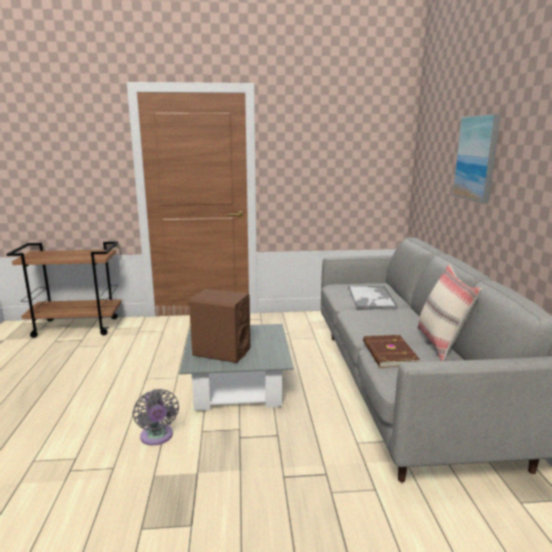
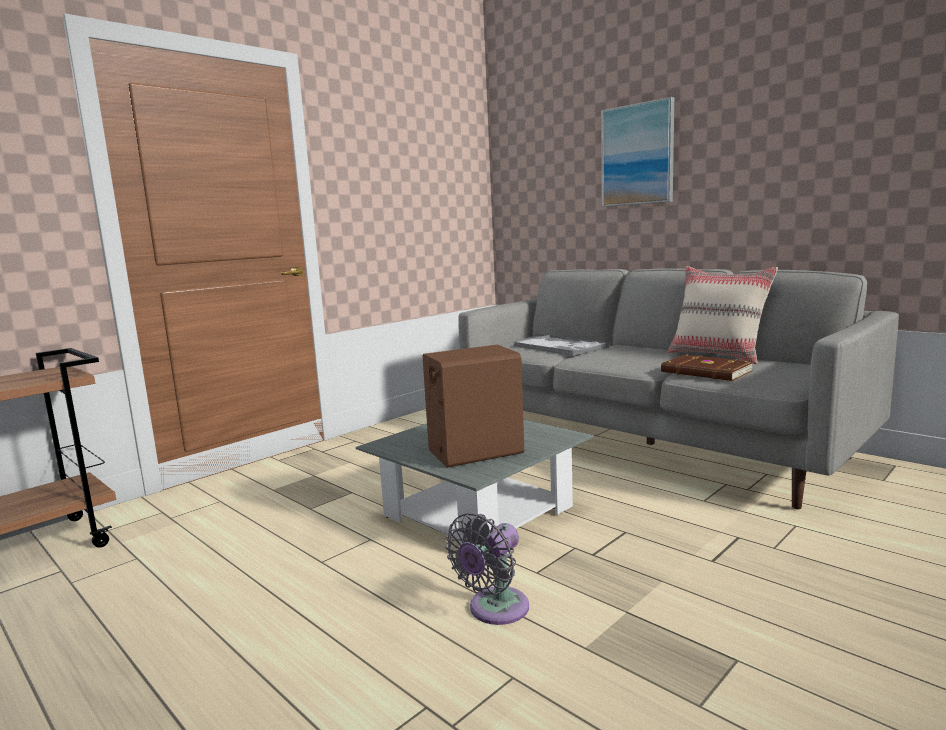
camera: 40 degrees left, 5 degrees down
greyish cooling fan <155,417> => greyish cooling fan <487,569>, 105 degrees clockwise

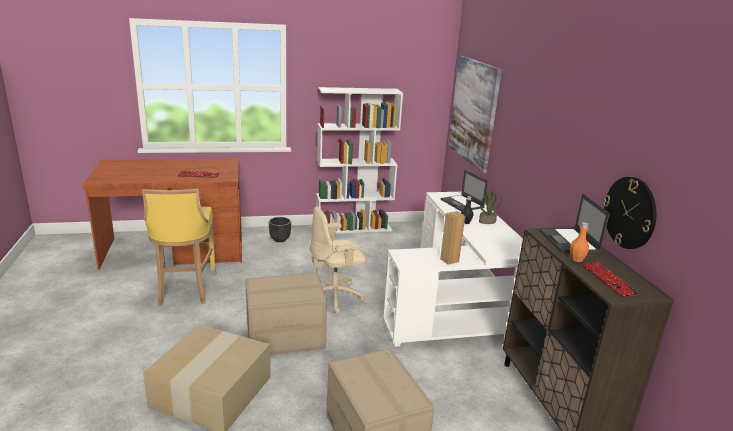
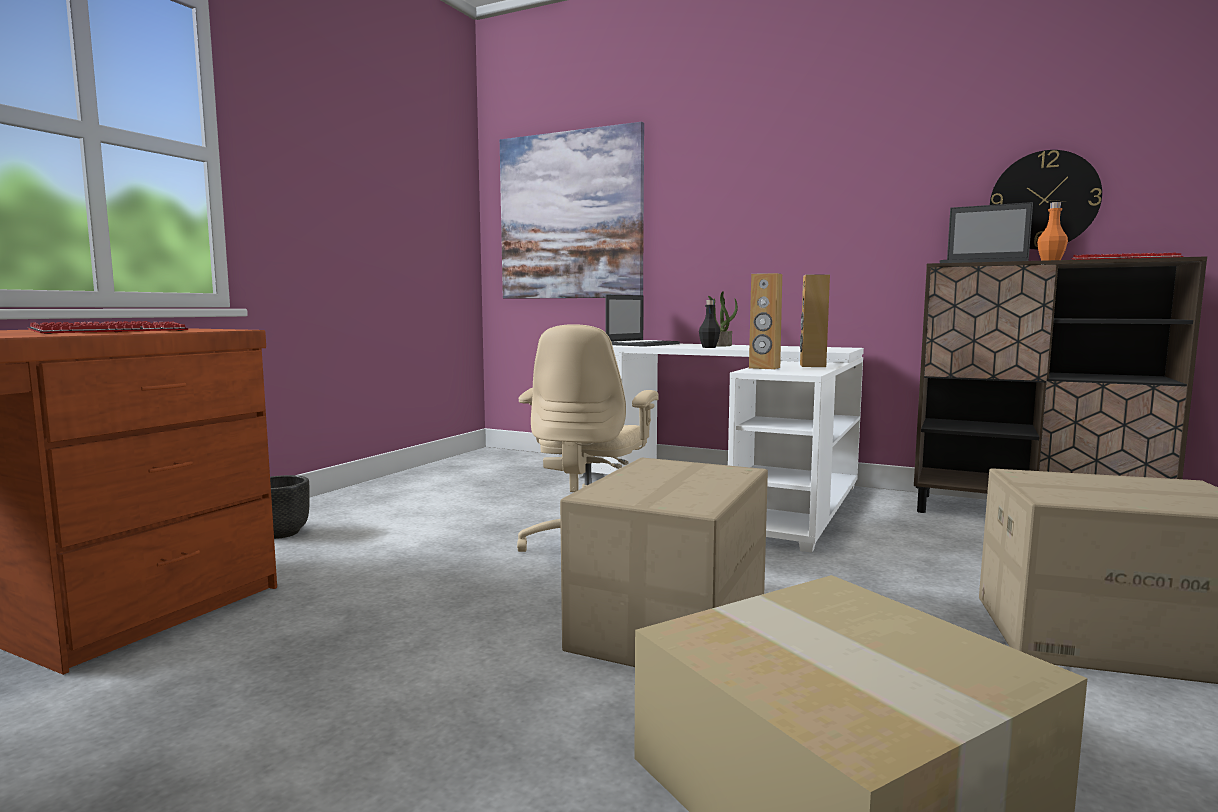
camera: 50 degrees left, 15 degrees down
portable computer <464,190> => portable computer <642,321>, 60 degrees counterclockwise
nothing => brown speaker <765,321>
yellow-coloured sitting stool <179,247> => nothing
white-coloured shelving unit <359,160> => nothing

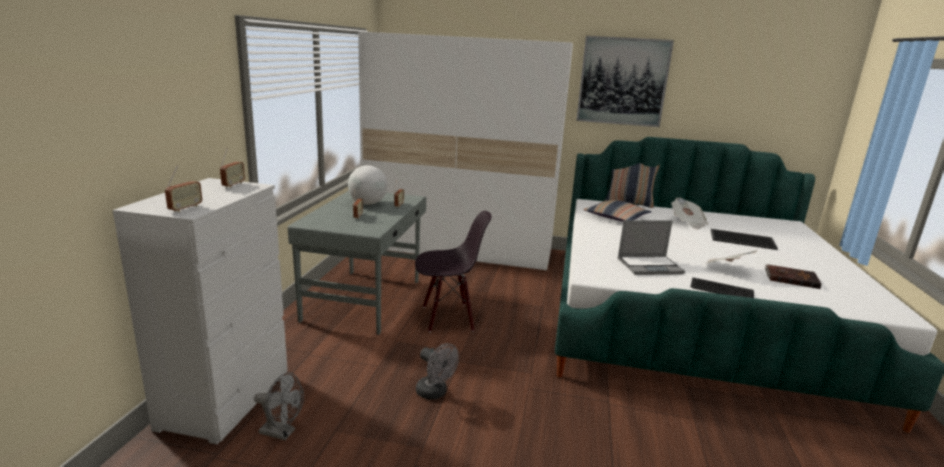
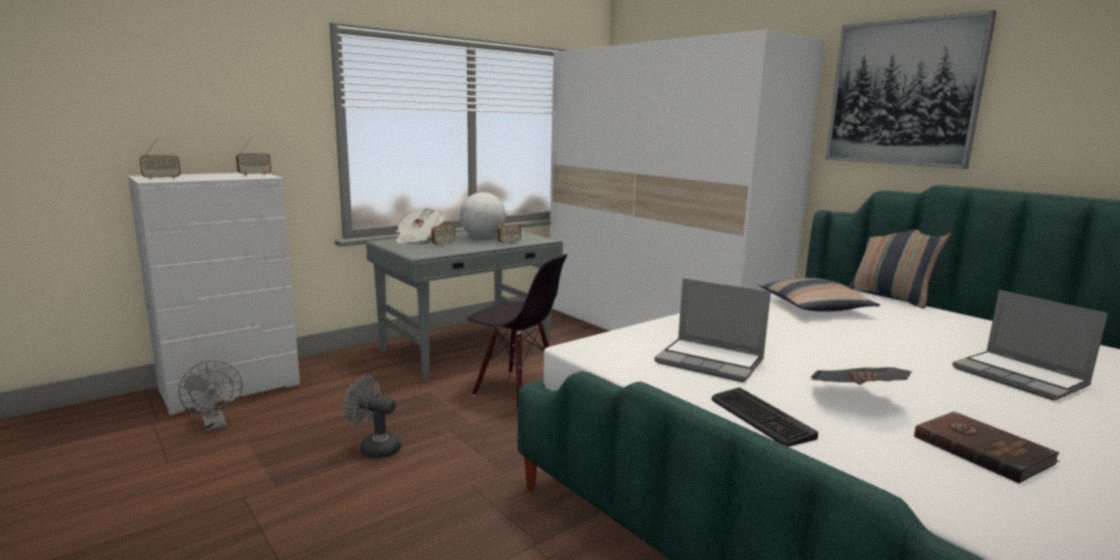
camera: 40 degrees right, 5 degrees down
greyish cooling fan <437,371> => greyish cooling fan <372,417>, 120 degrees clockwise
printed paper <689,213> => printed paper <420,225>, move
serving tray <744,239> => portable computer <1030,345>

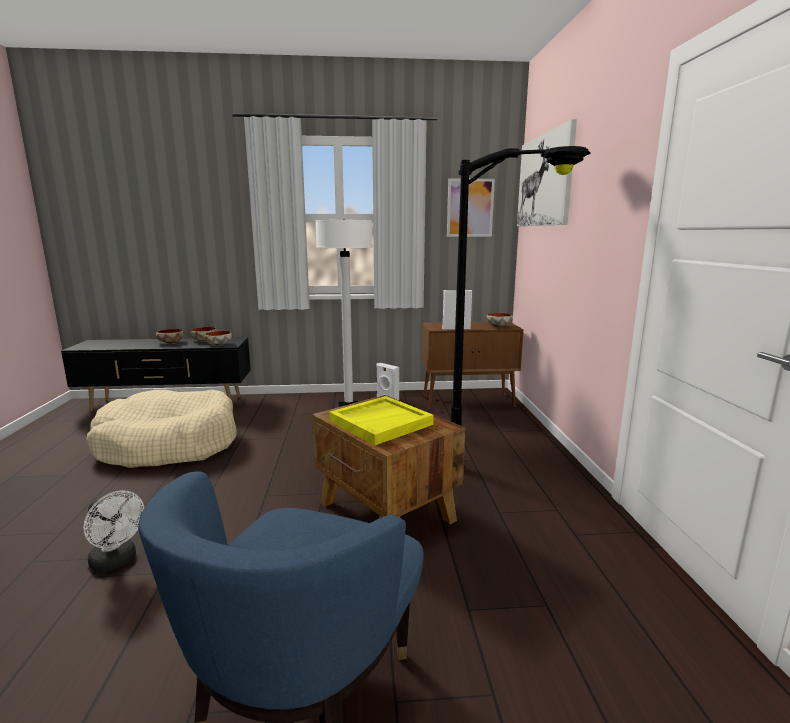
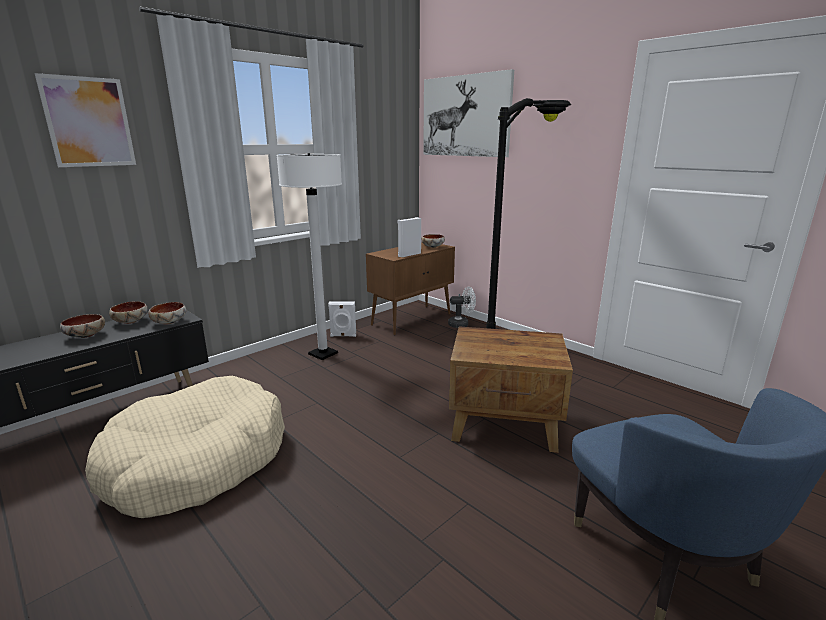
camera: 40 degrees left, 5 degrees up
picture <471,207> => picture <85,120>, move
white-coloured cooling fan <113,531> => white-coloured cooling fan <462,307>, move
yellow-coloured serving tray <381,420> => nothing

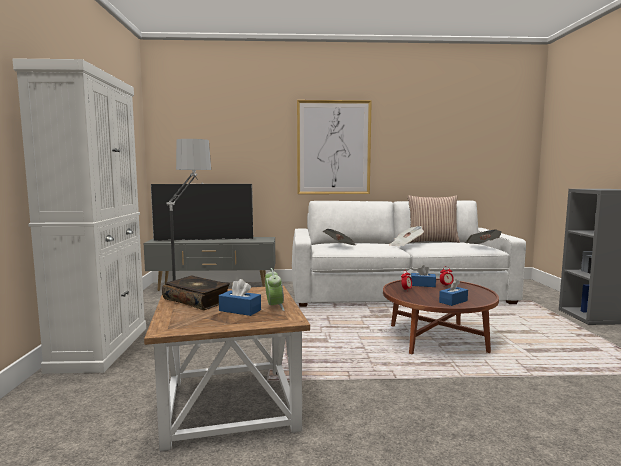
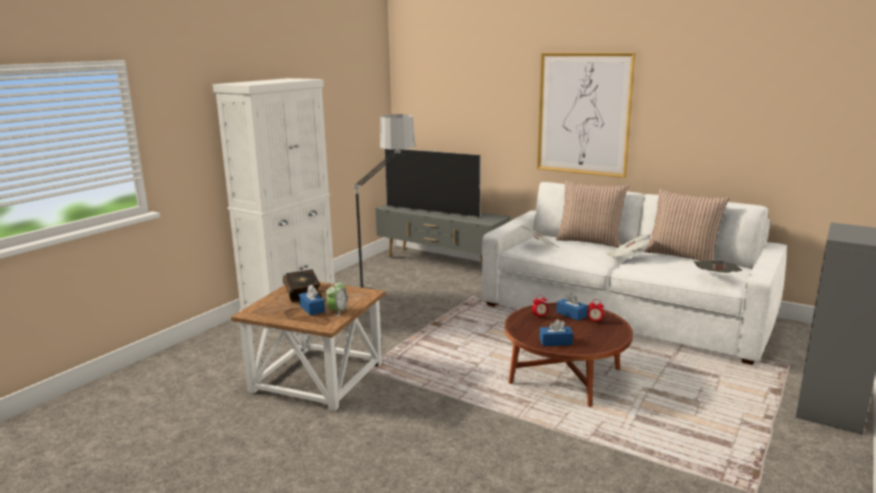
camera: 35 degrees right, 10 degrees up
nothing => throw pillow <592,214>

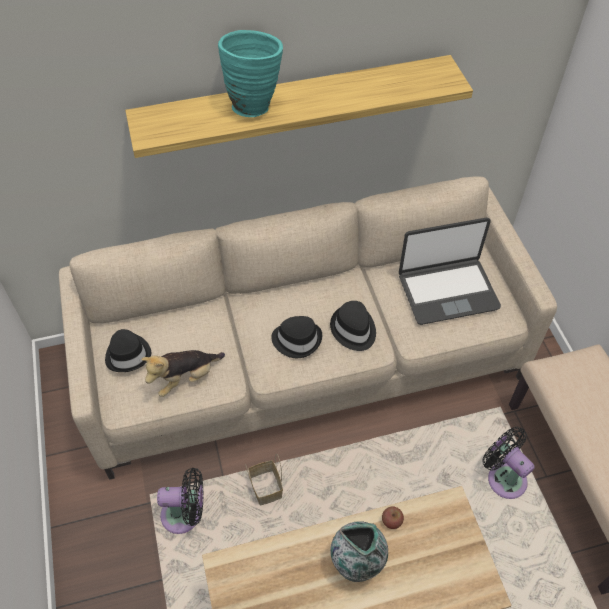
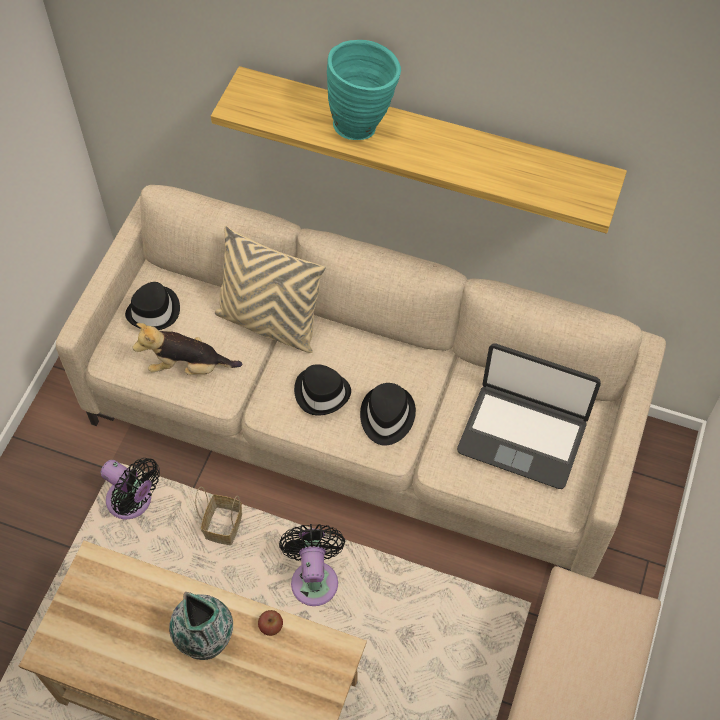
camera: 35 degrees right, 5 degrees up
nothing => beige throw pillow <270,289>
black-coloured cooling fan <508,463> => black-coloured cooling fan <312,565>, move

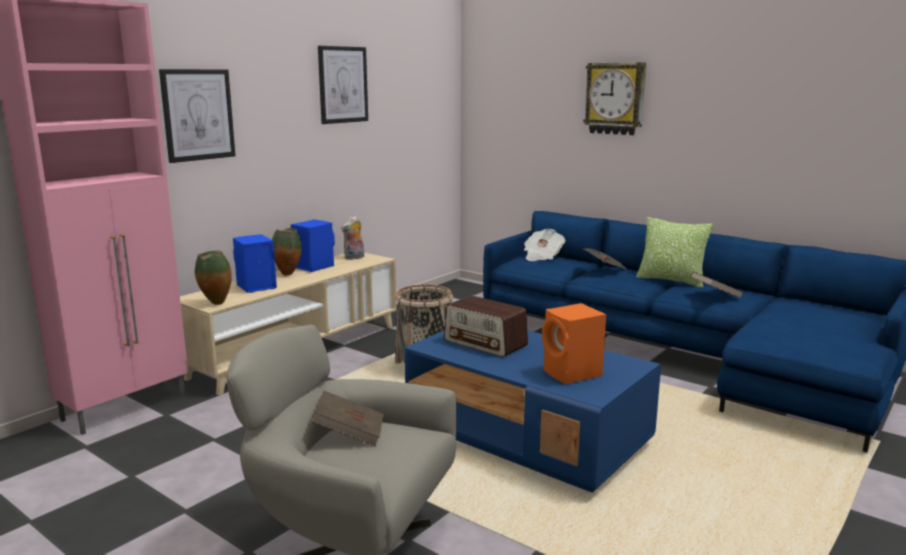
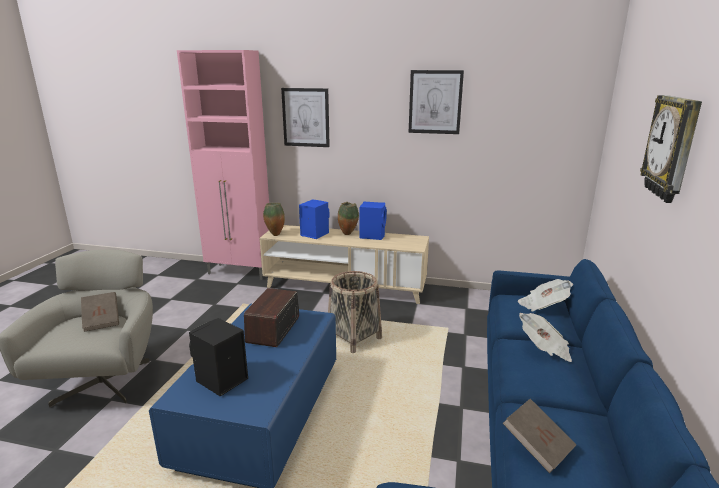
camera: 65 degrees right, 5 degrees up
orange speaker <574,343> => black-coloured speaker <218,357>
plush toy <352,238> => nothing
throw pillow <674,252> => nothing

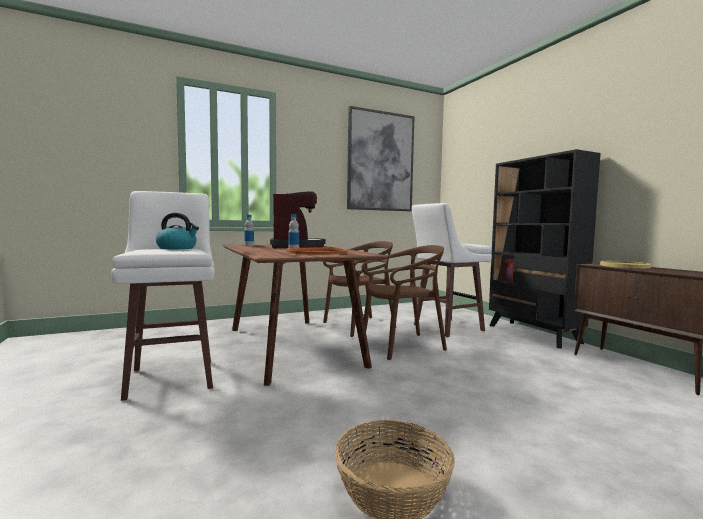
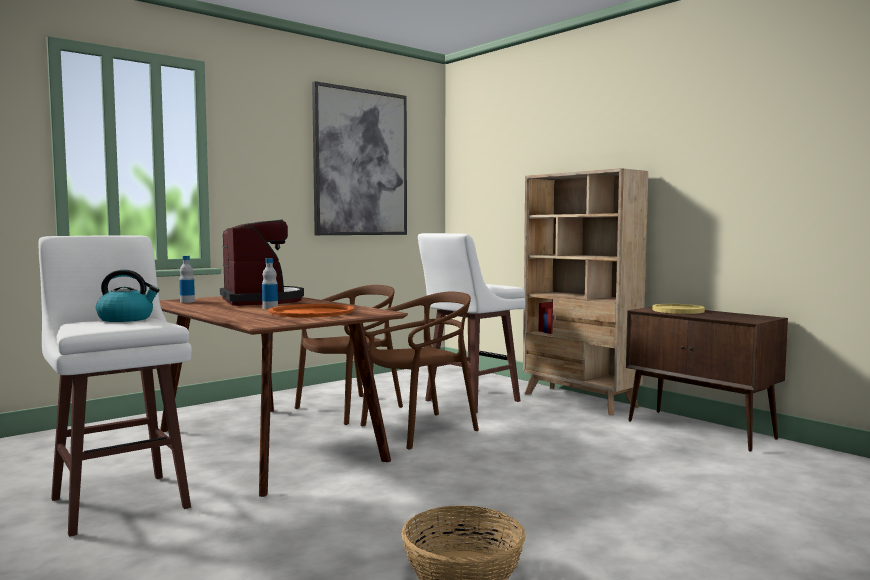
camera: 15 degrees left, 0 degrees up
black-coloured shelving unit <544,248> => beige shelving unit <585,291>

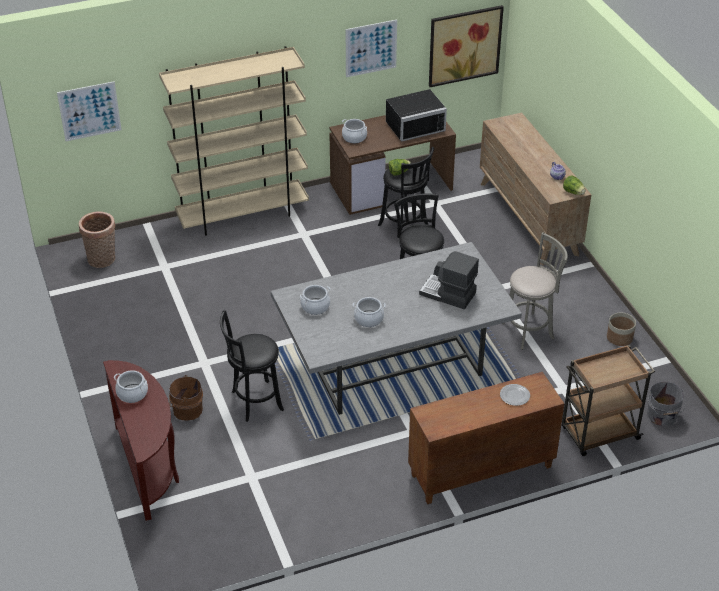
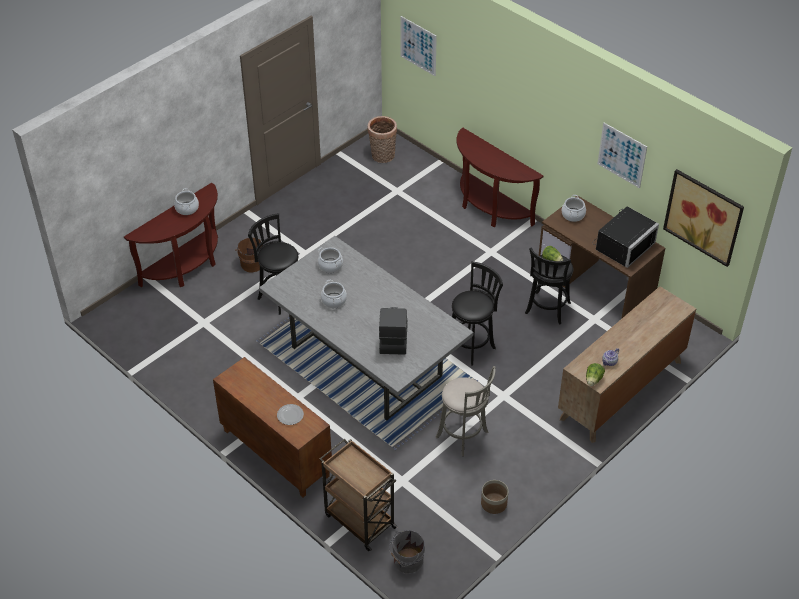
camera: 65 degrees right, 5 degrees up
beige shelving unit <234,141> => brown narrow table <500,177>
black-coloured microwave oven <416,115> => black-coloured microwave oven <626,237>, 90 degrees counterclockwise

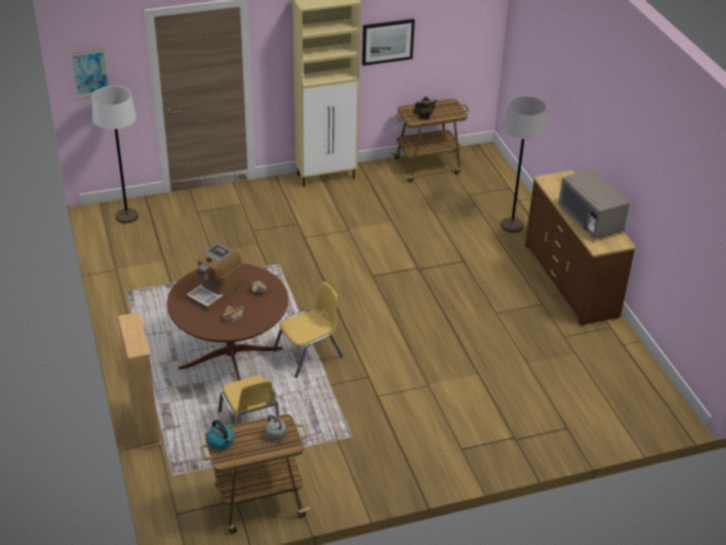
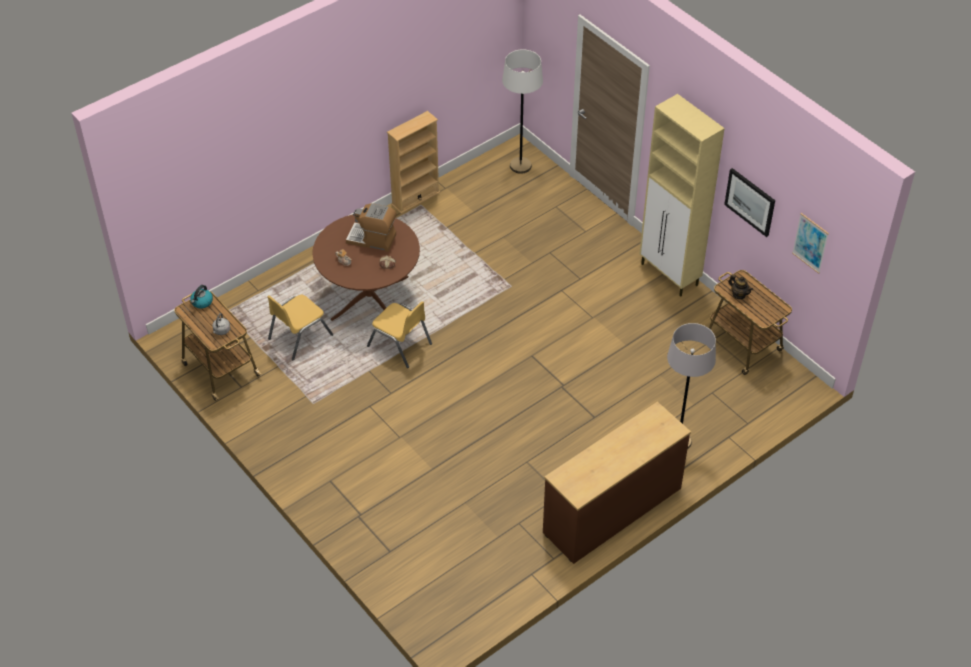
camera: 70 degrees right, 10 degrees up
beige shelving unit <140,380> => beige shelving unit <413,162>, move
picture <90,73> => picture <810,243>, move
greyish microwave oven <594,204> => nothing

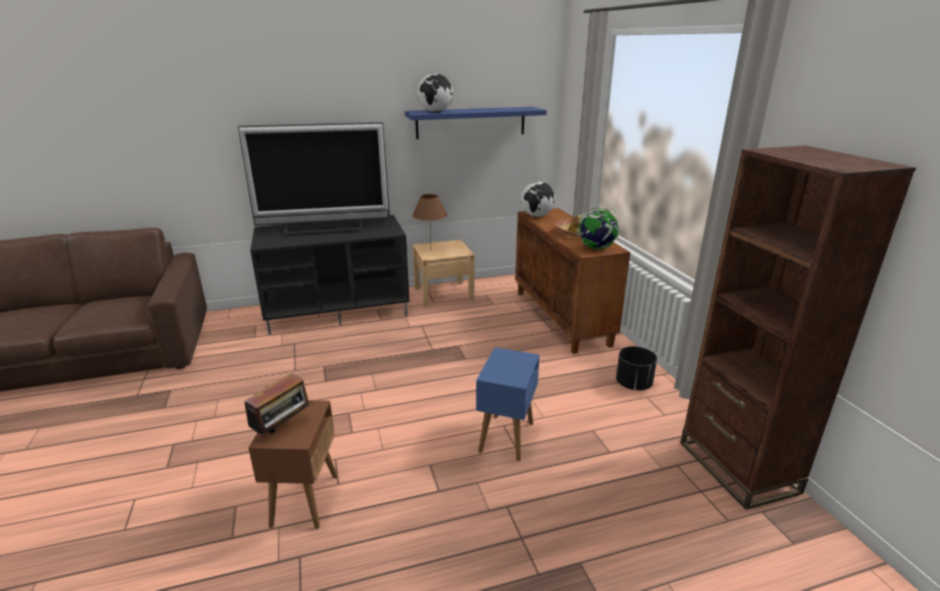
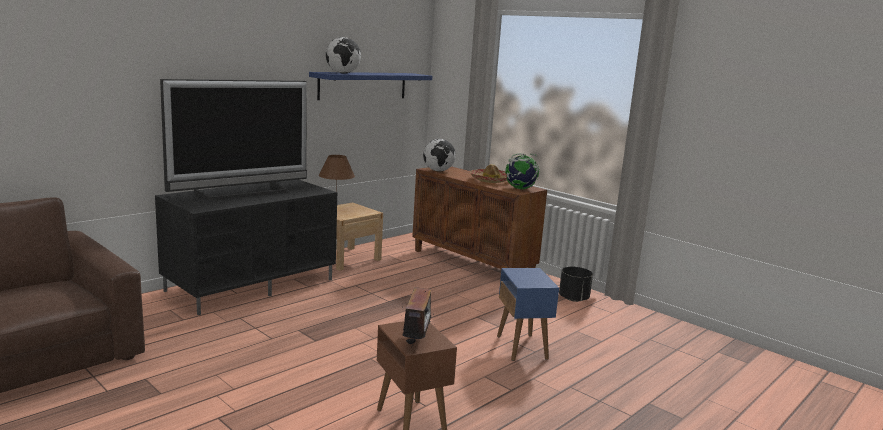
camera: 30 degrees left, 10 degrees down
brown shelving unit <798,327> => nothing

